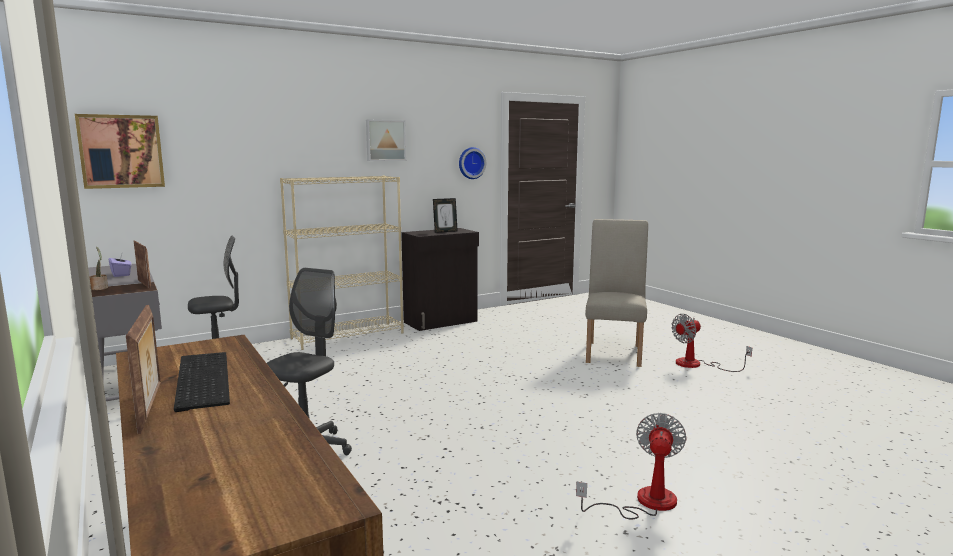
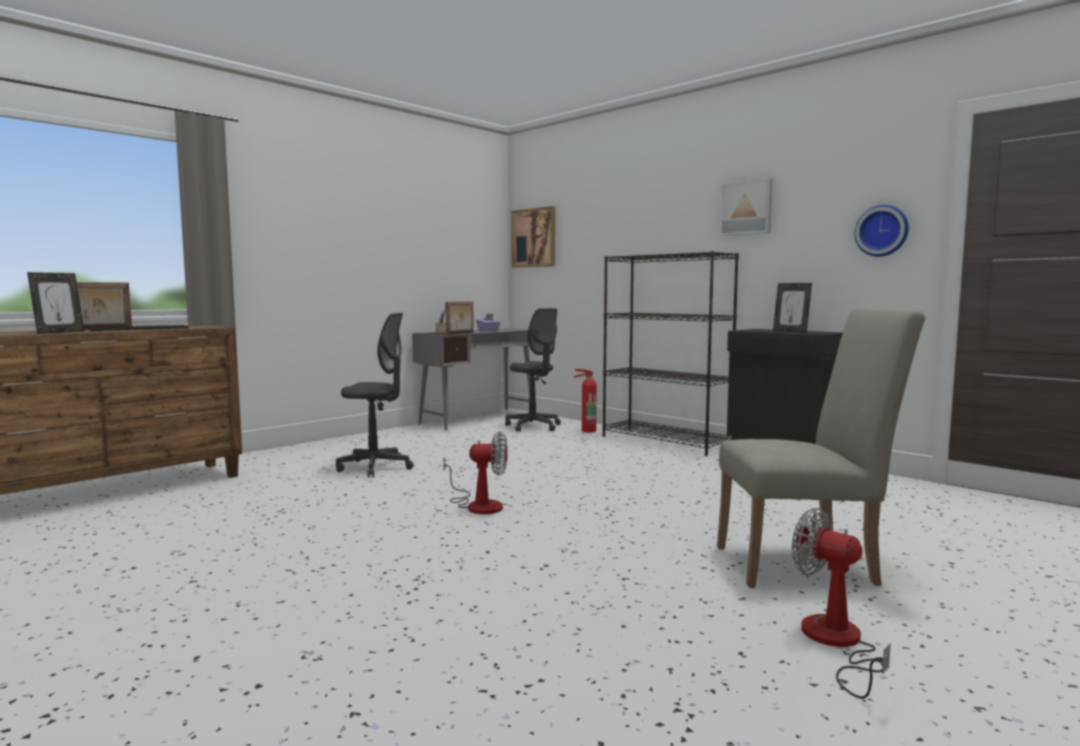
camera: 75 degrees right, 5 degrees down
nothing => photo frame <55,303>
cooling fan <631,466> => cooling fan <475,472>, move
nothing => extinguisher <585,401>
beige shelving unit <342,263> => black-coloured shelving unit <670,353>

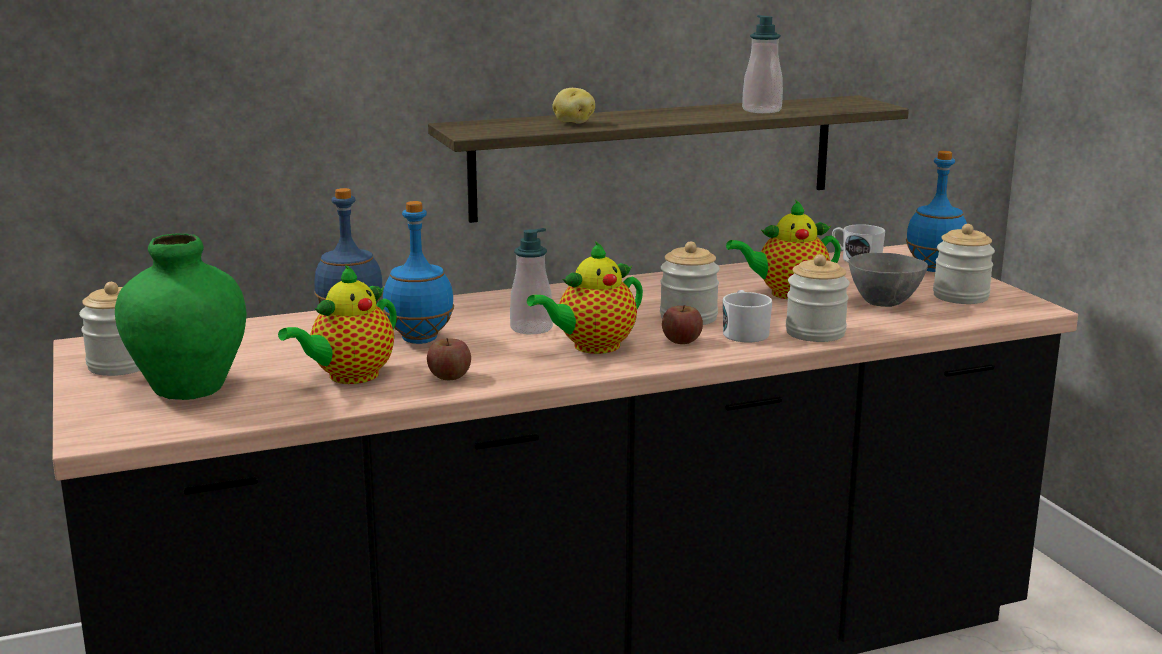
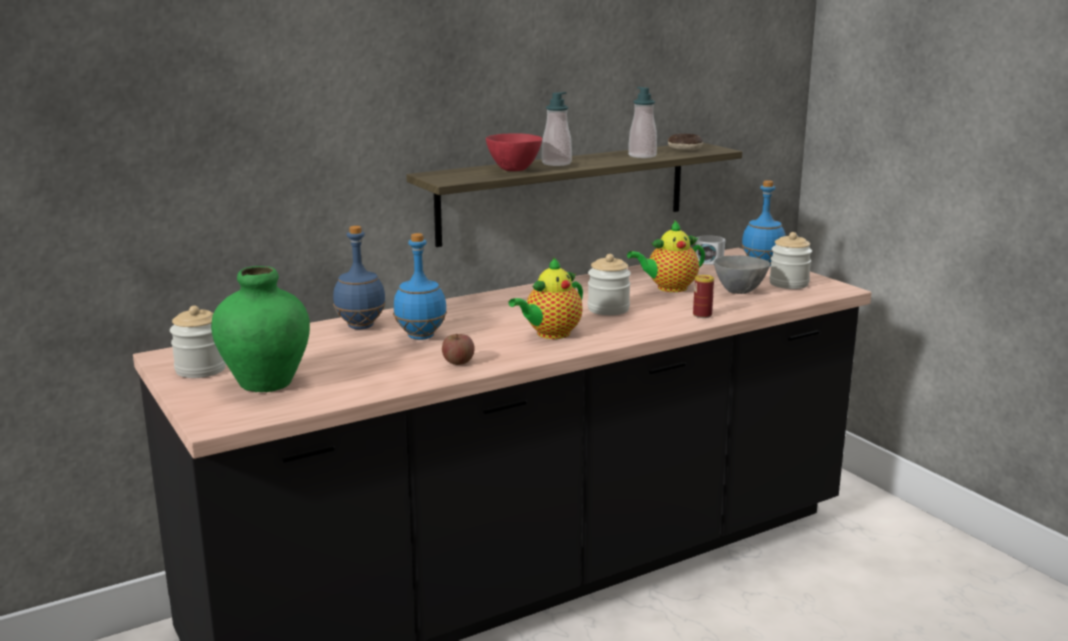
camera: 10 degrees left, 0 degrees up
spud <573,106> => red deep dish <514,152>
soap bottle <531,281> => soap bottle <557,129>, move
nothing => donut <685,142>
preserve jar <818,298> => sealed can <703,296>
tea pot <337,324> => nothing
apple <682,324> => nothing
white-coloured mug <747,316> => nothing

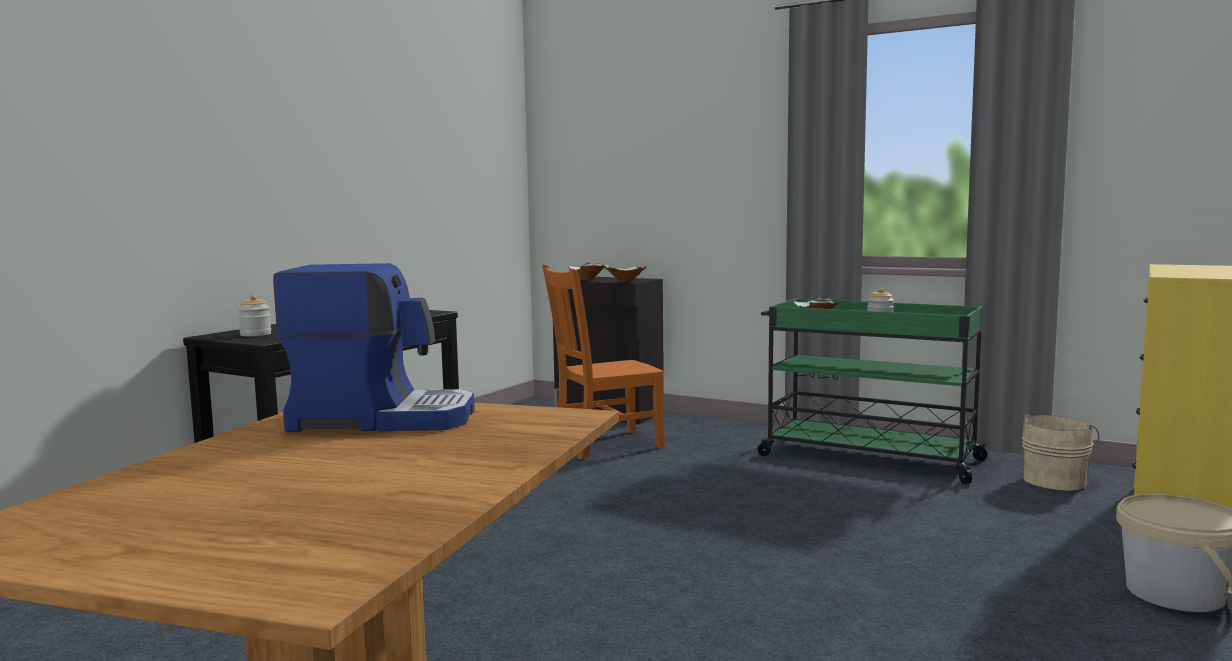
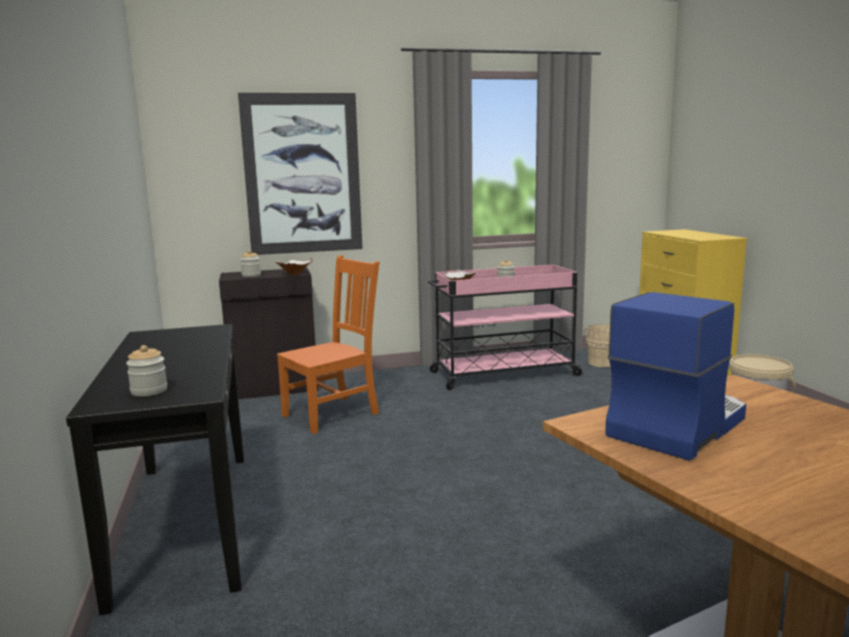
camera: 45 degrees left, 5 degrees up
nothing => picture <300,174>
white-coloured deep dish <586,271> => preserve jar <250,263>
orange chair <603,362> => orange chair <328,344>, 150 degrees counterclockwise
greenish cart <874,391> => pink-coloured cart <506,327>

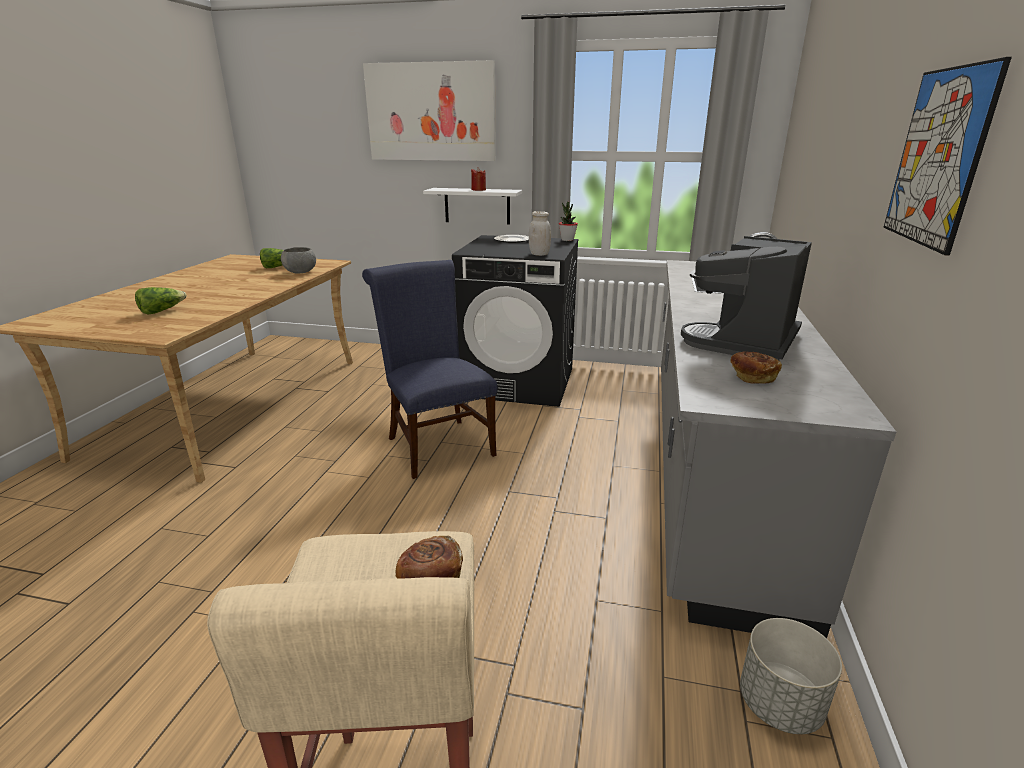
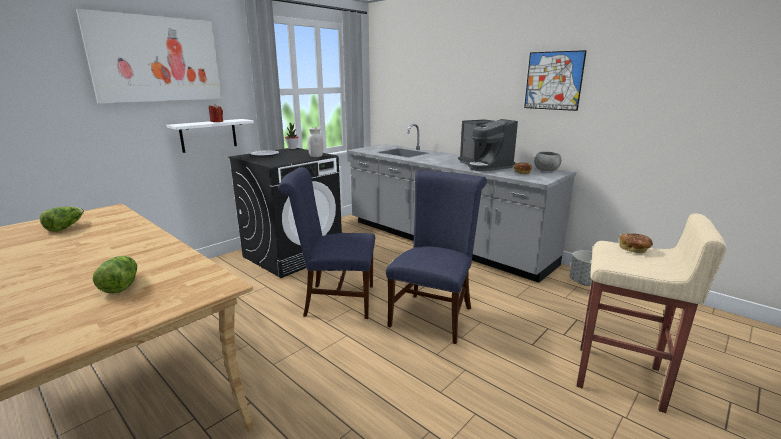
camera: 60 degrees left, 5 degrees down
nothing => bluish chair <436,257>
greyish deep dish <298,260> => greyish deep dish <547,161>, move

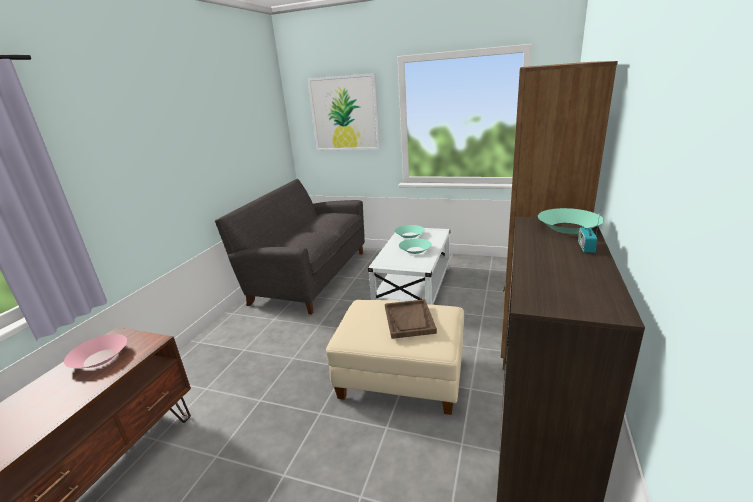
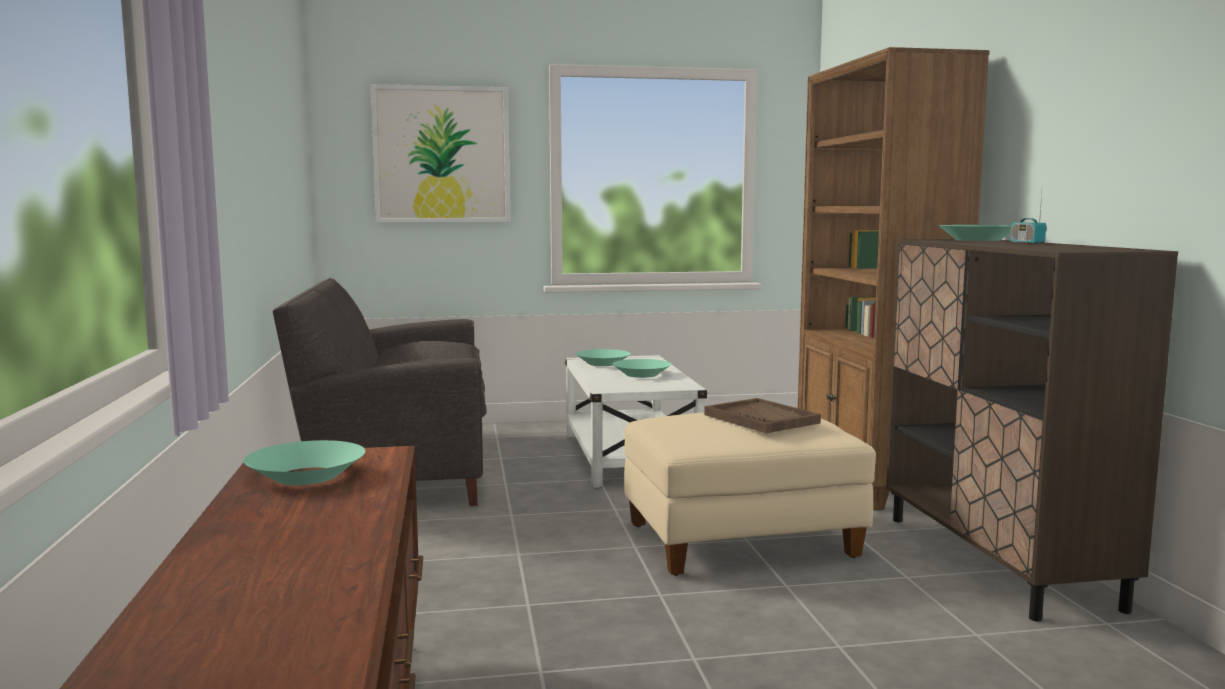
camera: 30 degrees left, 15 degrees down
pink-coloured deep dish <95,351> => turquoise-coloured deep dish <304,462>

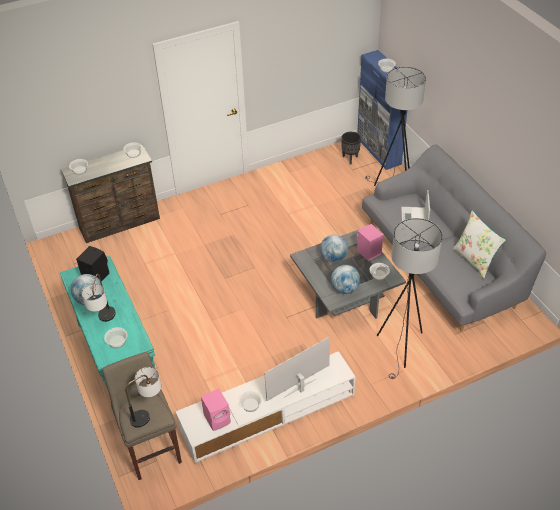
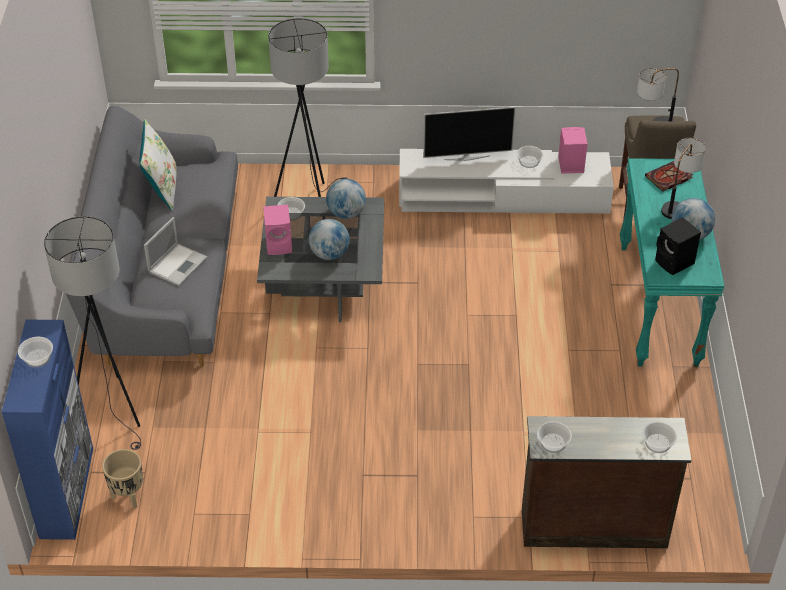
camera: 155 degrees left, 0 degrees up
black-coloured flower pot <351,148> => beige flower pot <122,479>
deep dish <115,337> => book <669,176>

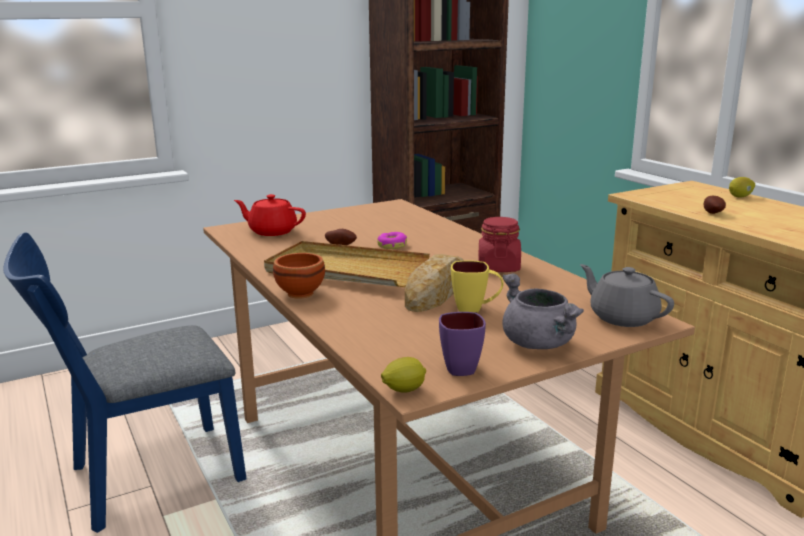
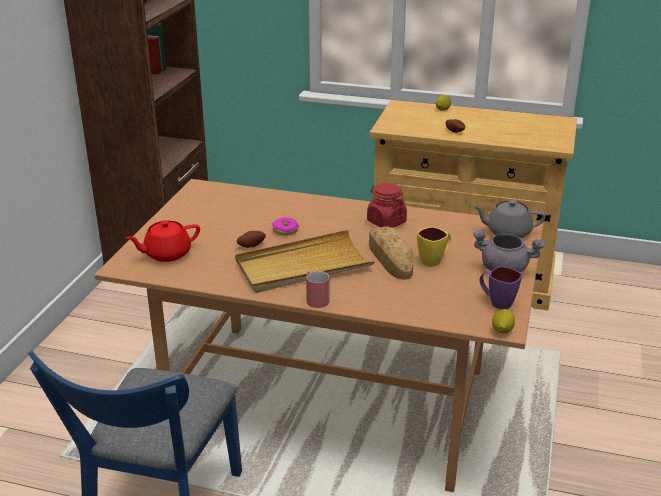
camera: 45 degrees left, 10 degrees up
brown deep dish <299,276> => red mug <317,289>

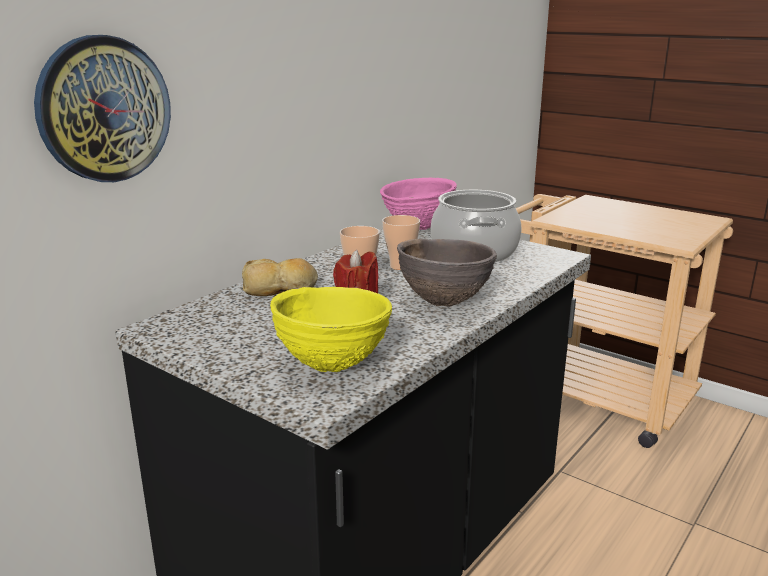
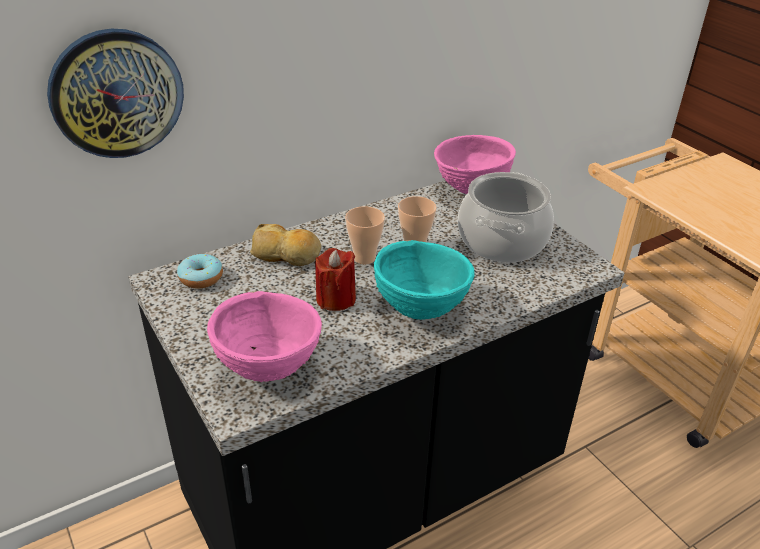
camera: 20 degrees right, 15 degrees up
nothing => donut <200,271>
yellow-coloured deep dish <331,329> => pink-coloured deep dish <264,336>
brown deep dish <447,273> => turquoise-coloured deep dish <424,280>

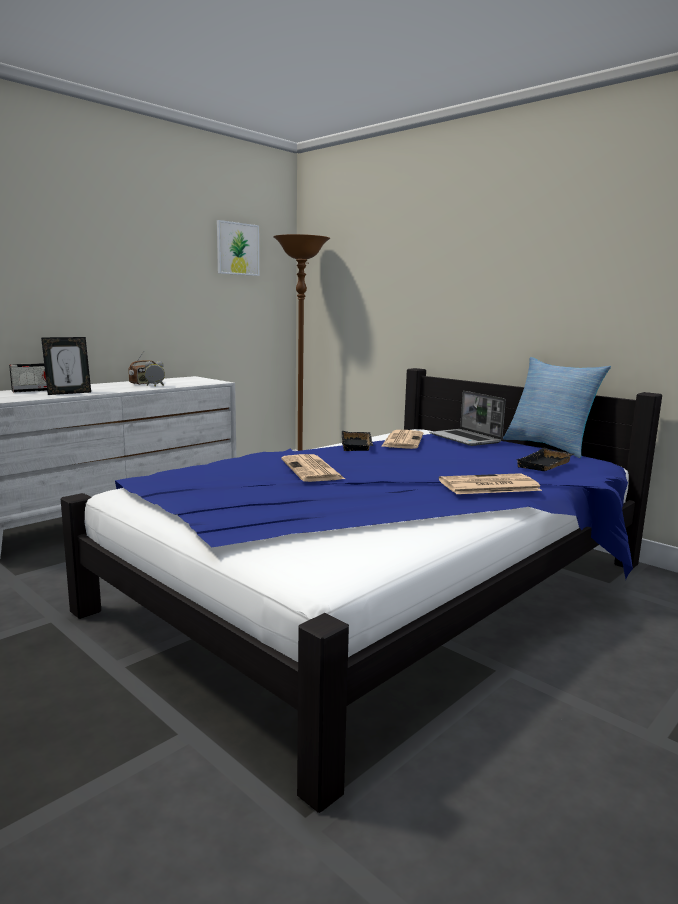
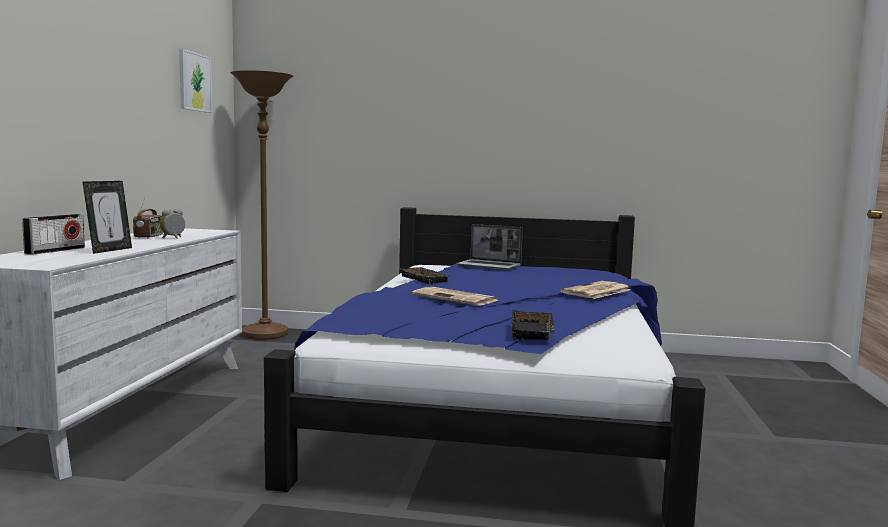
camera: 35 degrees left, 5 degrees down
black-coloured serving tray <545,459> => black-coloured serving tray <533,325>, move
printed paper <402,439> => nothing
throw pillow <557,407> => nothing

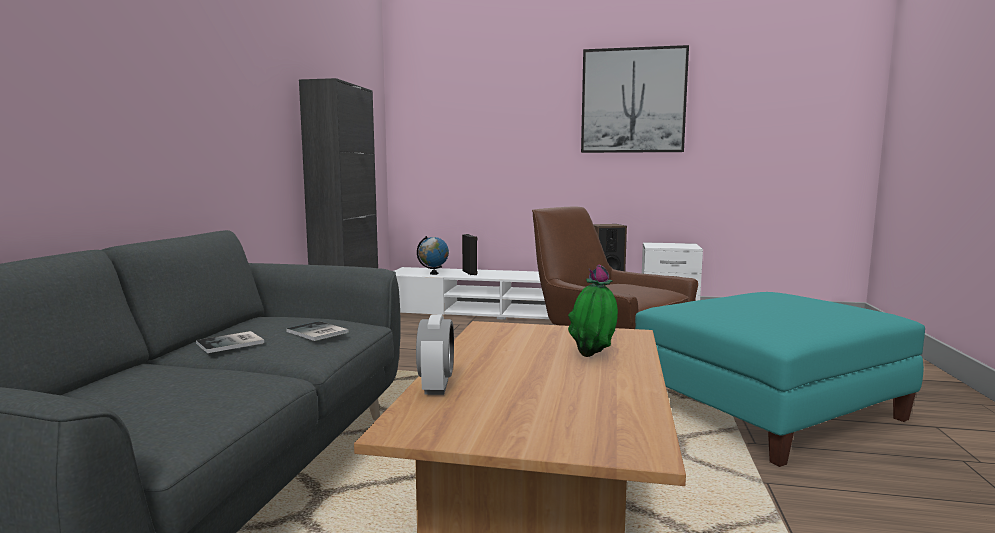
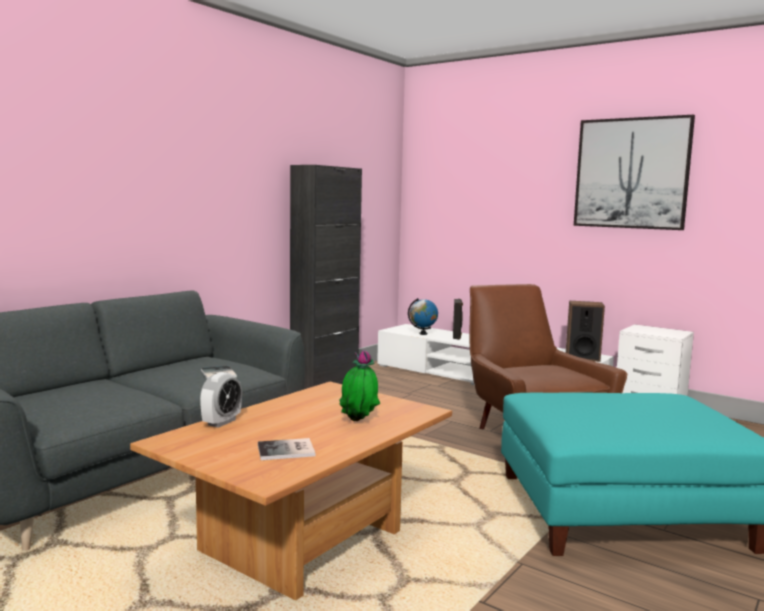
camera: 25 degrees right, 0 degrees up
book <230,342> => book <286,449>, move

